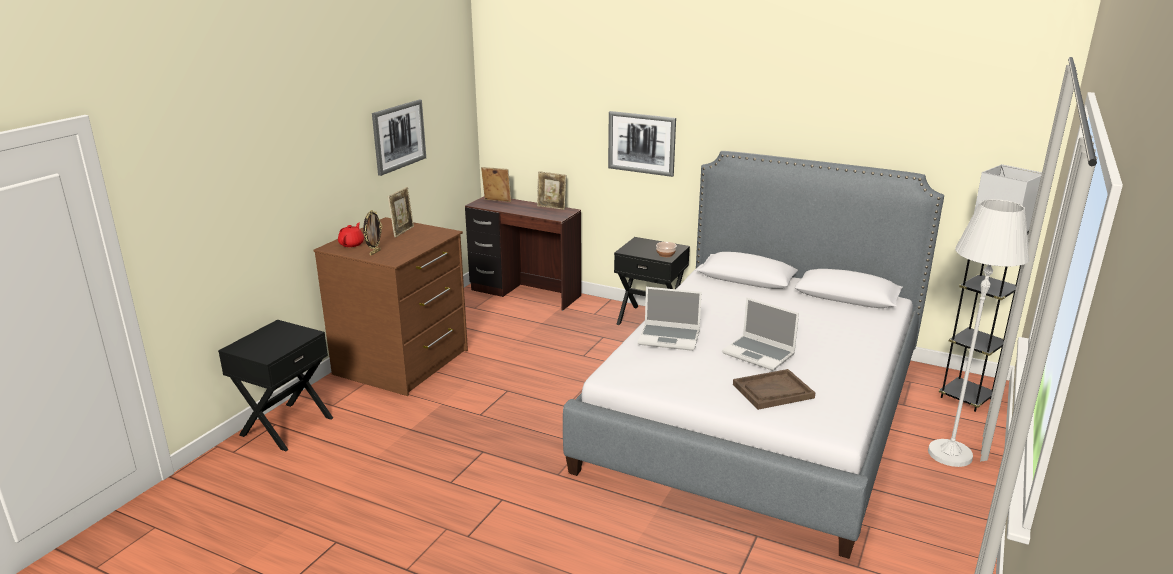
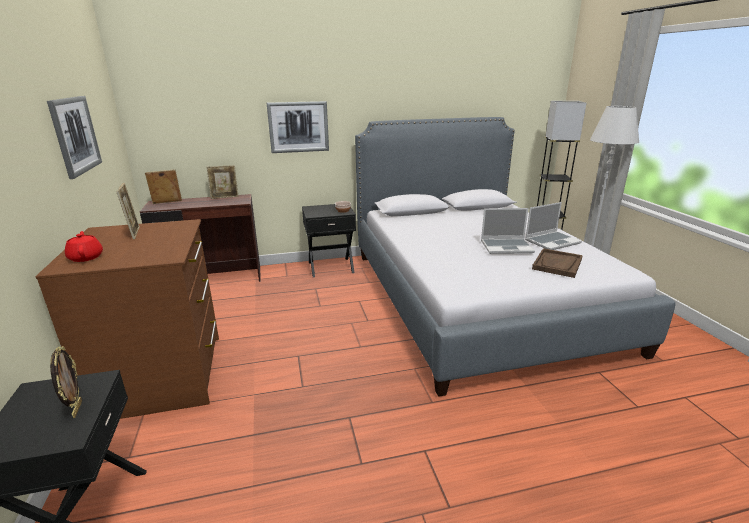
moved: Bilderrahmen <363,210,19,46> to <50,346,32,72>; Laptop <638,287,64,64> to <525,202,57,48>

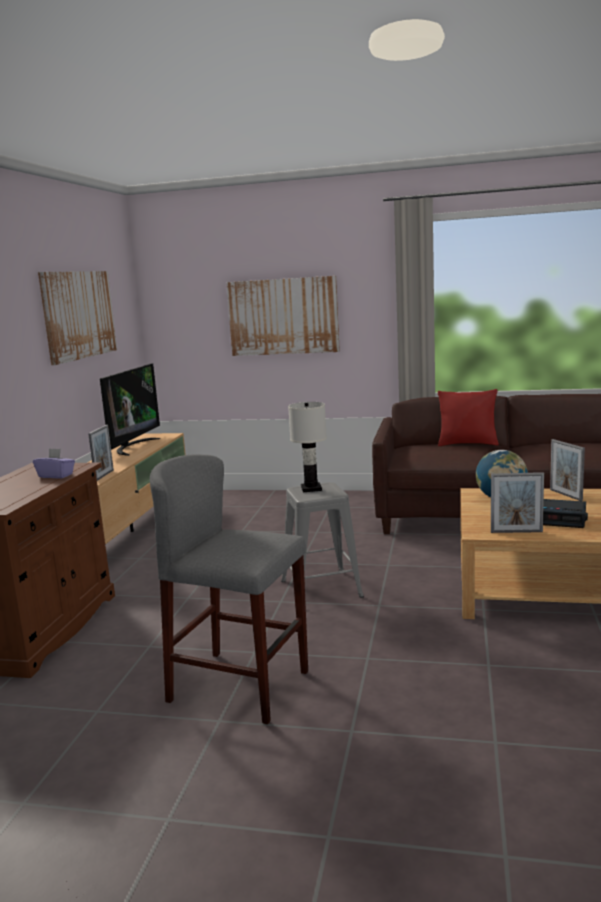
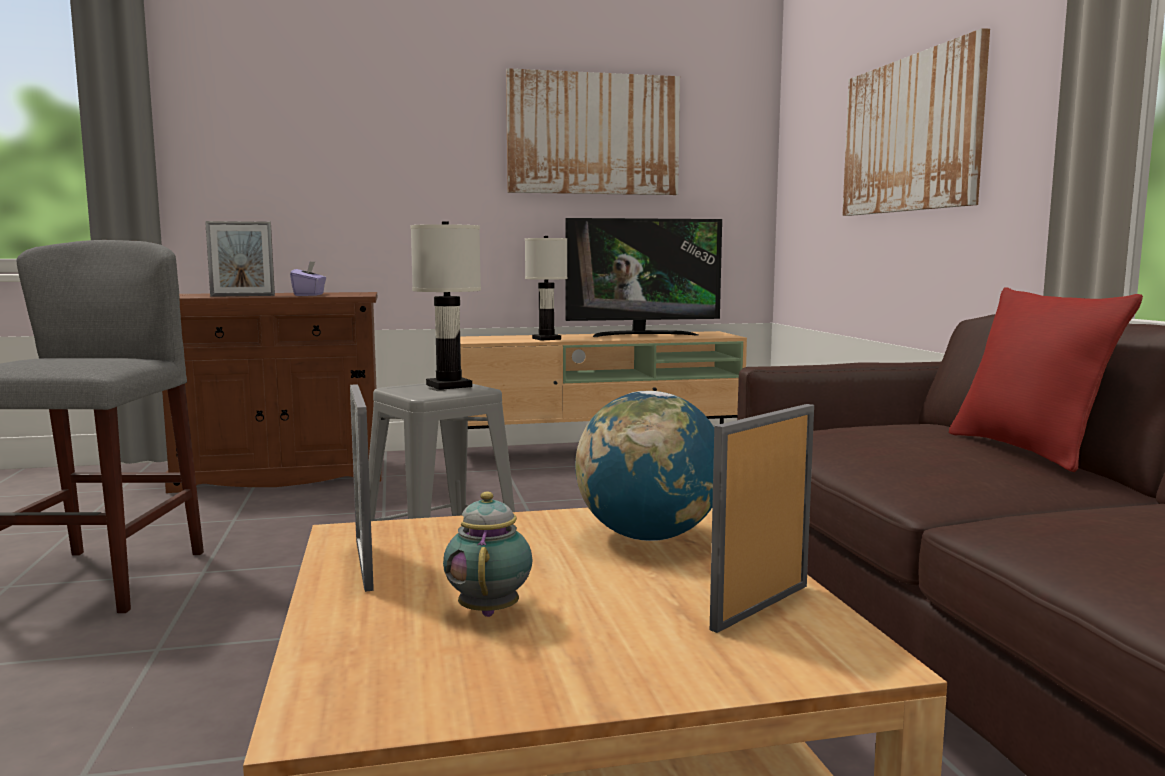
added: Tischlampe/weiß <525,236,43,105>
moved: Bilderrahmen <88,425,26,56> to <205,221,70,76>
replaced: Wecker <543,499,45,29> to Teekanne <443,491,90,126>

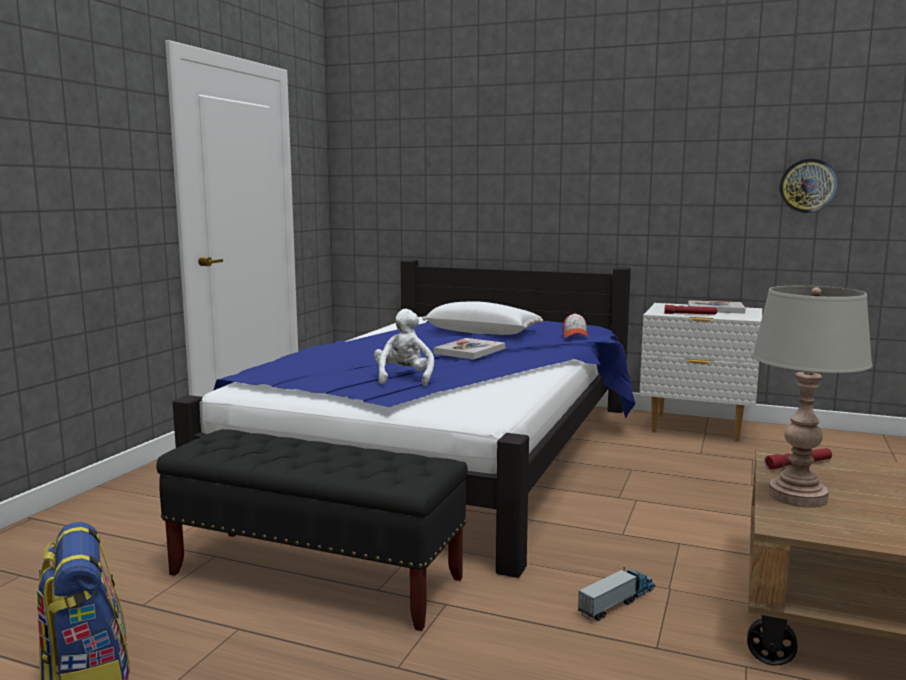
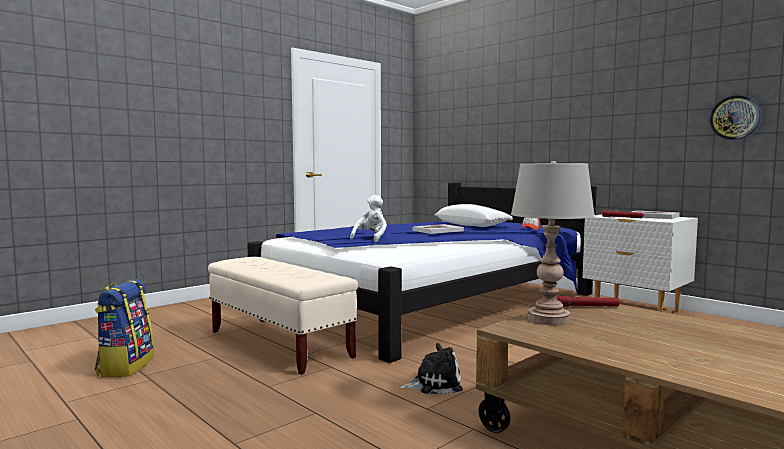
replaced: Spielzeuglaster <578,567,78,54> to Plüschtier <399,343,64,52>
recoloured: Bank/schwarz <156,429,312,202> to Bank/beige <208,257,150,118>

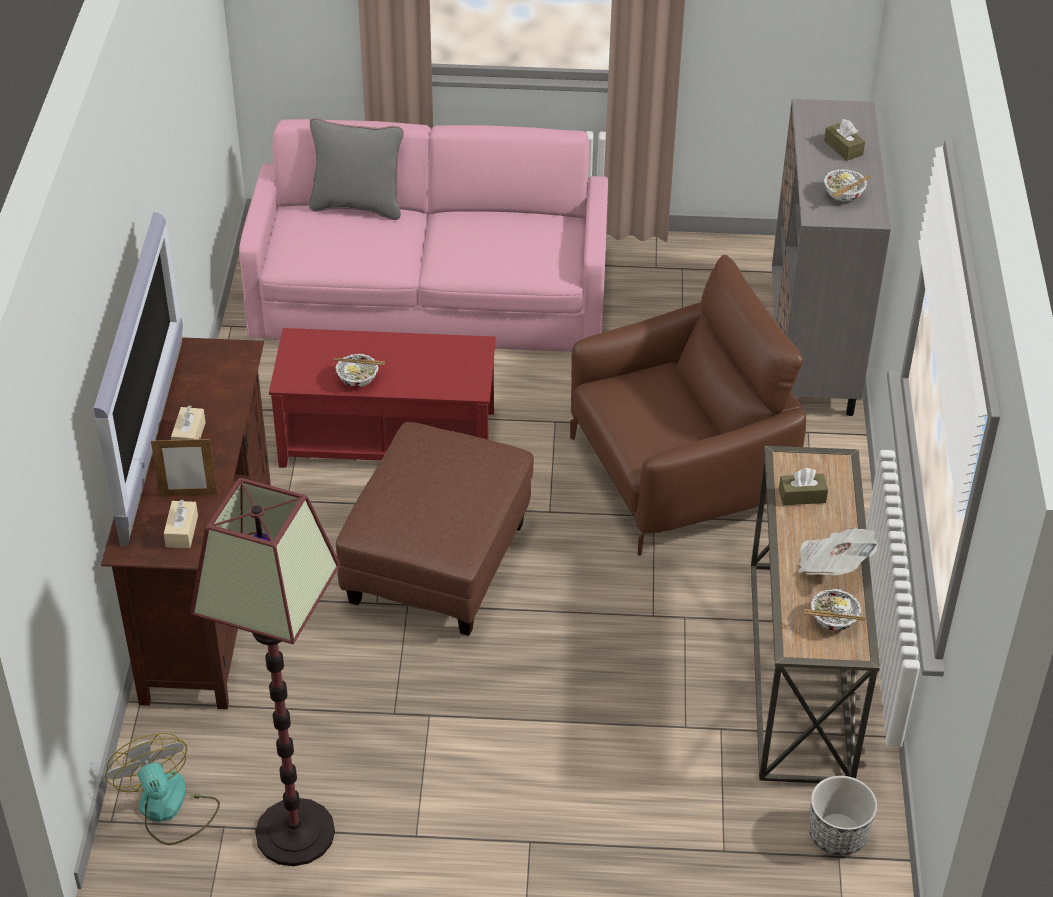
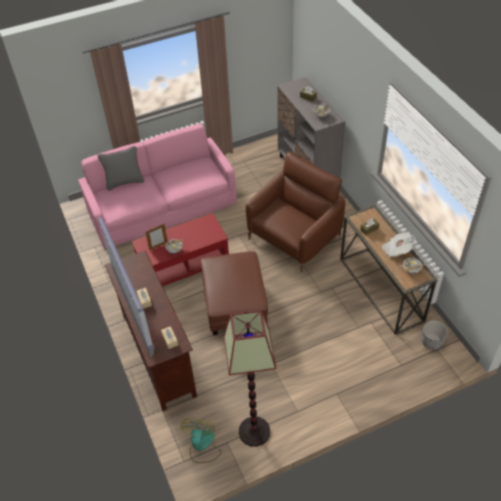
moved: Bilderrahmen <151,438,67,59> to <146,224,22,26>
turned: Ventilator <105,733,115,112> = <180,419,41,44> 60 degrees clockwise

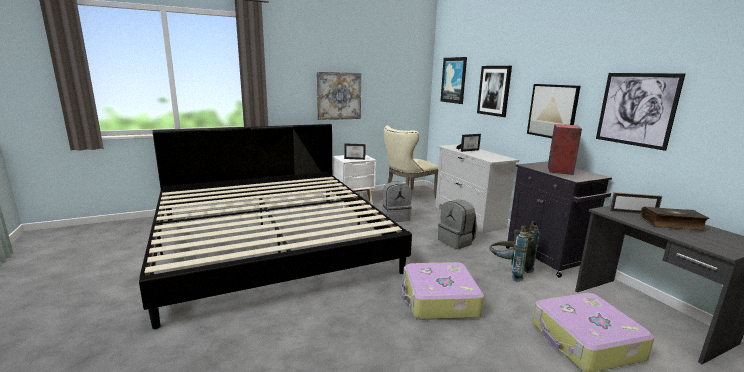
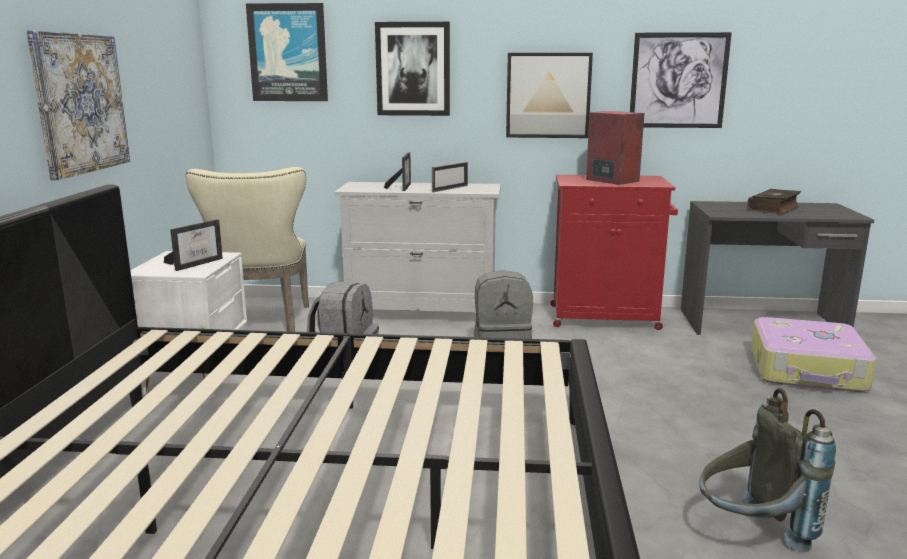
removed: Koffer <401,262,83,58>
moved: Bilderrahmen <610,192,52,22> to <432,162,36,30>; Rucksack/grau <490,221,50,61> to <699,388,137,164>
recoloured: Schrank/schwarz <506,161,106,117> to Schrank/rot <550,175,128,155>

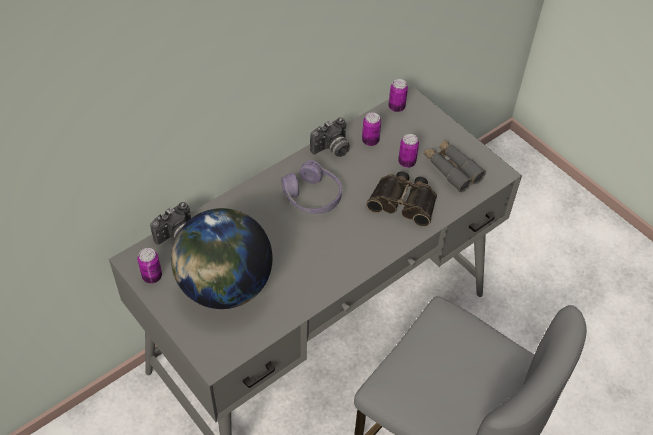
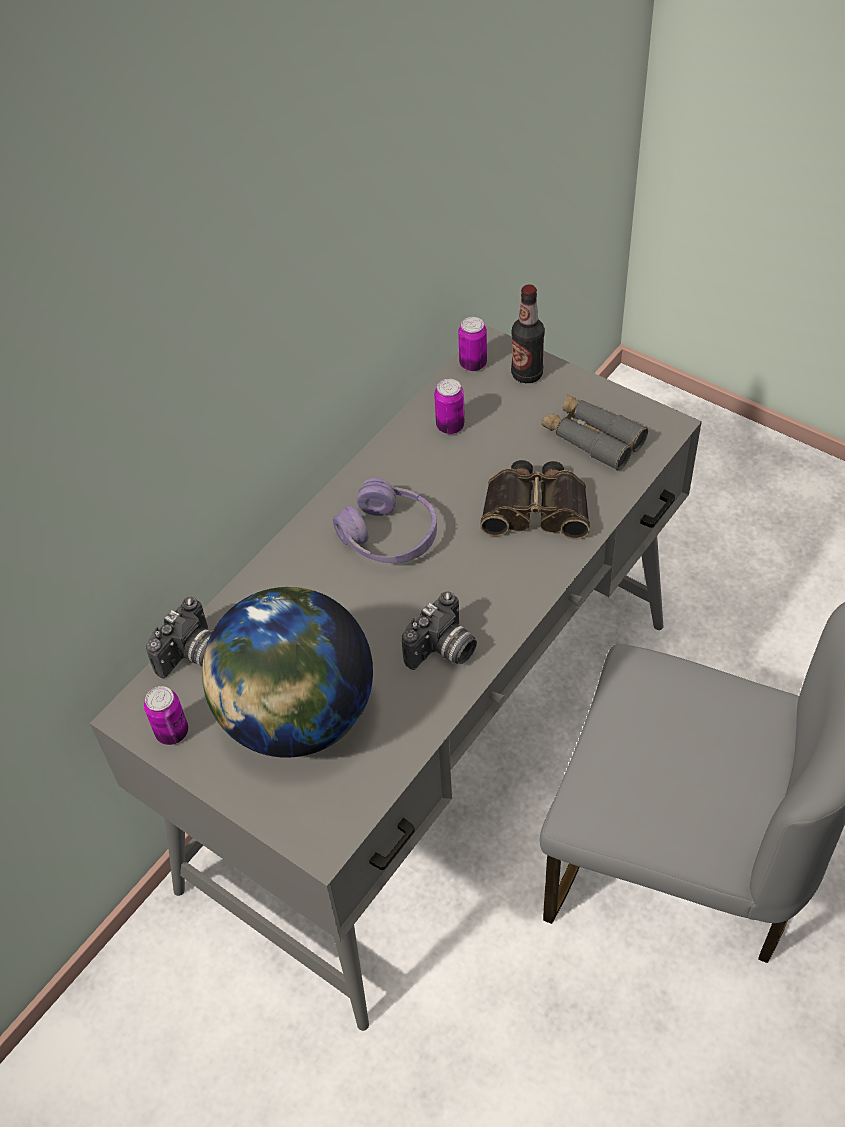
removed: Dose <398,134,21,34>
added: Flasche <511,284,34,99>
moved: Kamera <310,117,40,40> to <402,591,75,79>

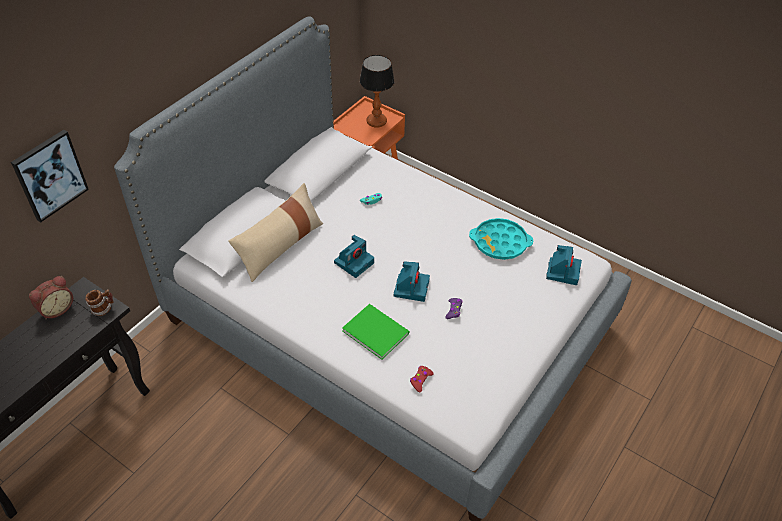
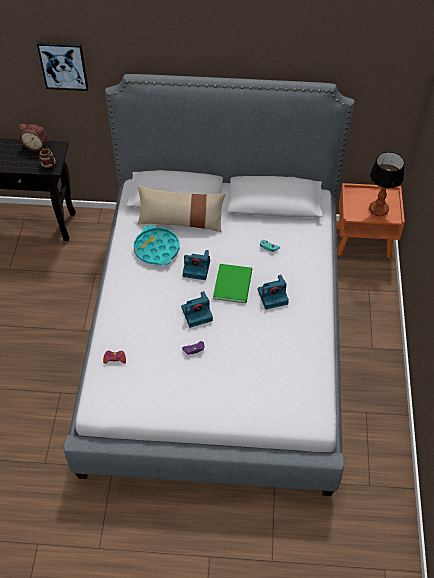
moved: Tablett/türkis <469,218,64,42> to <134,225,46,41>; Kamera <546,245,36,40> to <258,275,31,34>; Buch/grün <342,304,68,56> to <213,264,39,39>

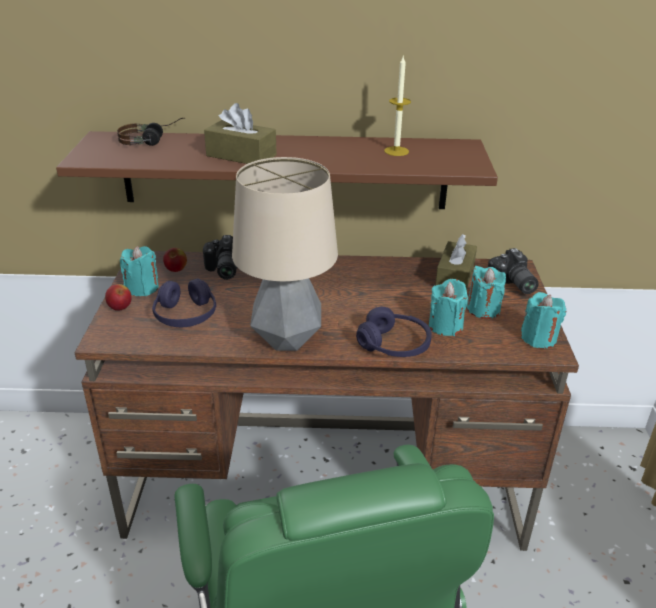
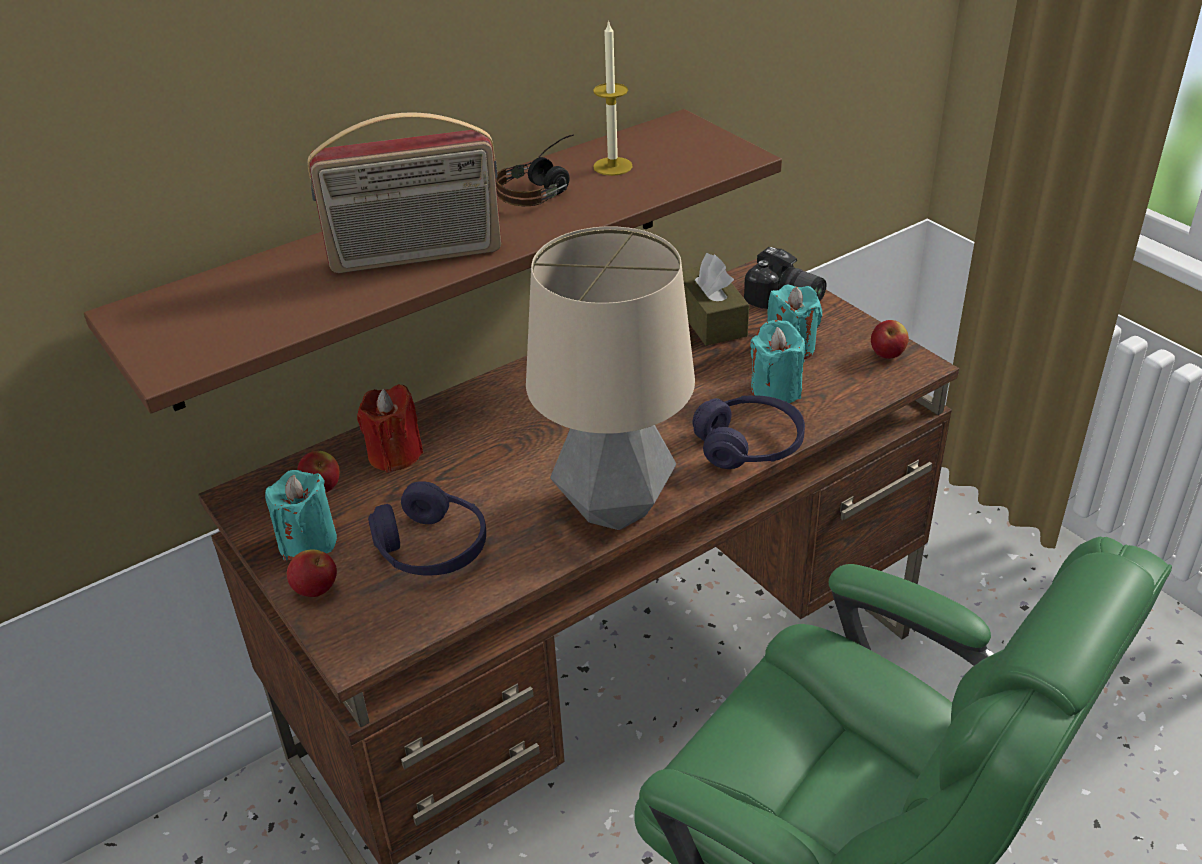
moved: Kopfhörer <117,118,69,28> to <496,135,78,71>
replaced: Taschentuchbox/braun <204,103,73,61> to Radio <307,112,195,161>; Kamera <203,235,34,45> to Kerze/rot <357,384,67,89>; Kerze/türkis <521,292,45,56> to Apfel <871,320,38,39>

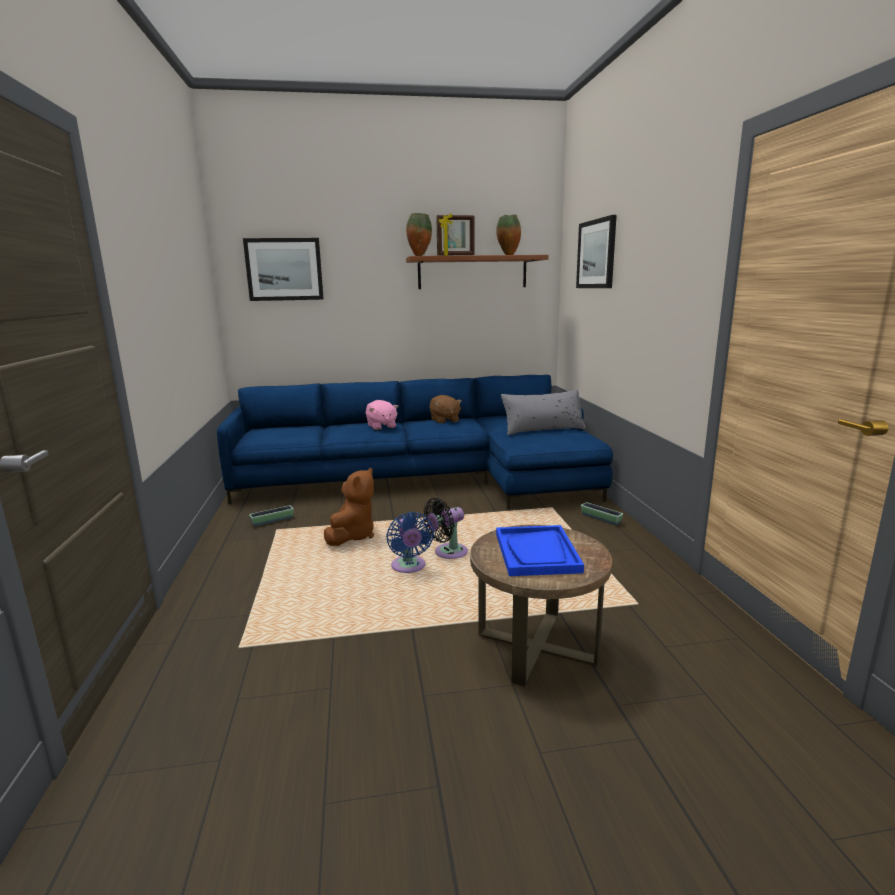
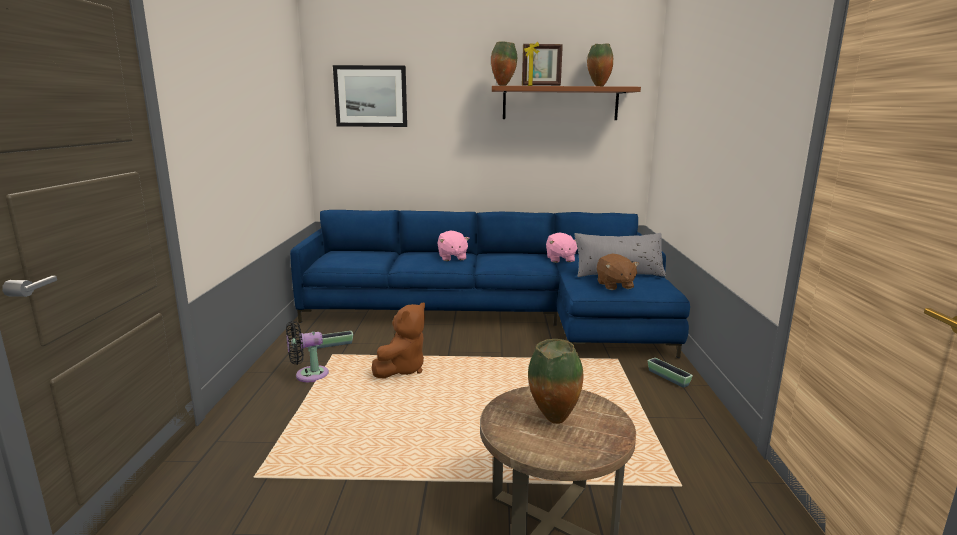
removed: Bild <576,215,41,73>; Ventilator/blau <386,512,48,61>
added: Plüschtier/rosa <546,232,31,31>
moved: Plüschtier/braun <429,395,33,28> to <597,254,42,36>; Ventilator/schwarz <423,498,45,61> to <286,321,43,61>
replaced: Tablett/blau <496,525,88,51> to Vase <528,339,55,85>

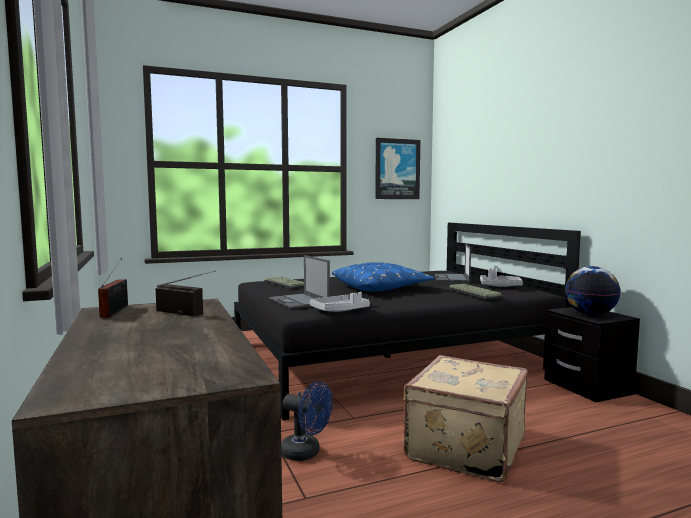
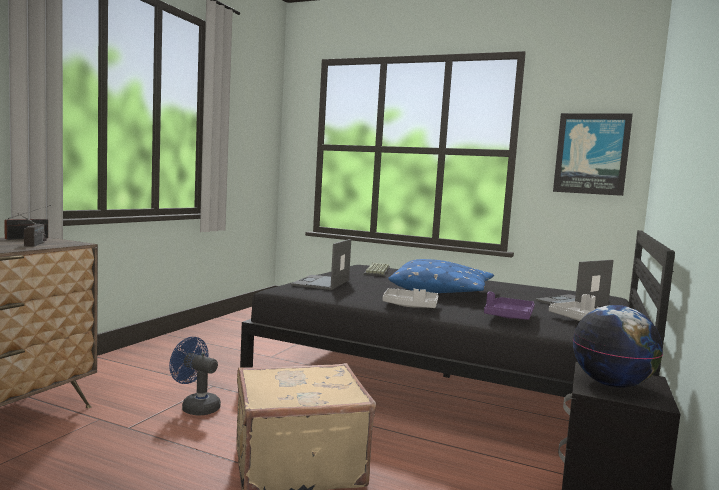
moved: Tablett/grau <310,292,60,20> to <383,288,55,20>
replaced: Tastatur <448,284,56,15> to Tablett/lila <484,292,51,28>
turned: Ventilator/blau <281,381,51,80> = <169,337,52,79> 135 degrees clockwise

